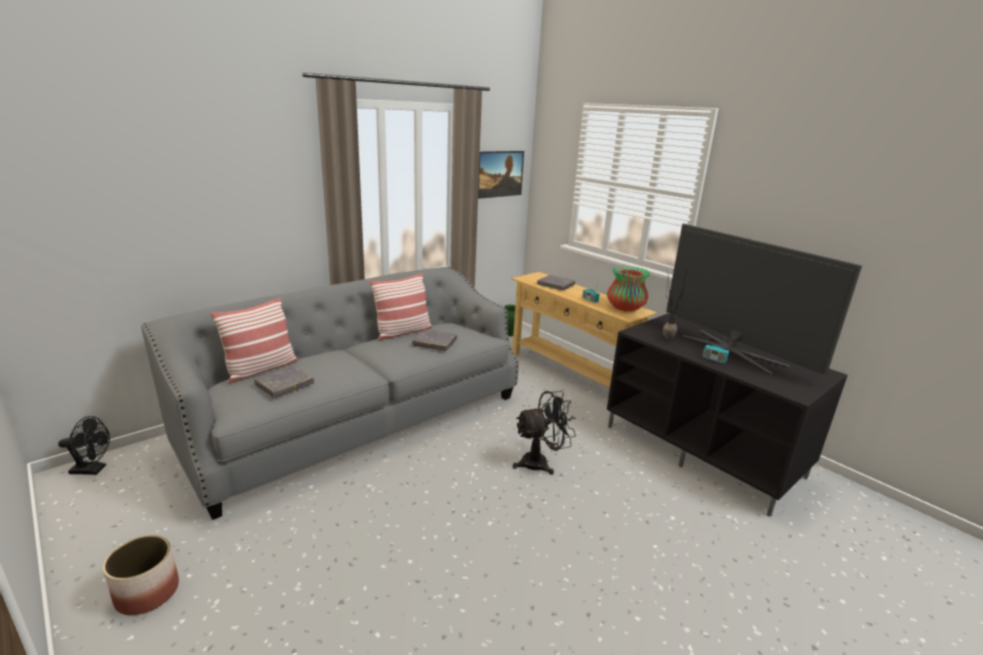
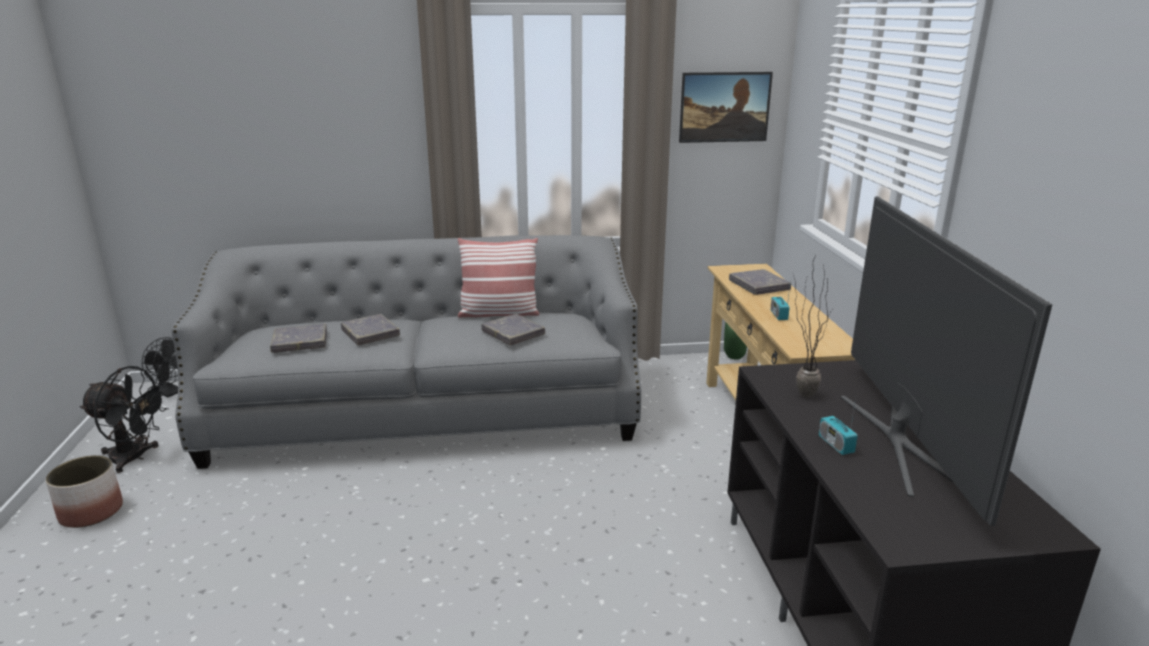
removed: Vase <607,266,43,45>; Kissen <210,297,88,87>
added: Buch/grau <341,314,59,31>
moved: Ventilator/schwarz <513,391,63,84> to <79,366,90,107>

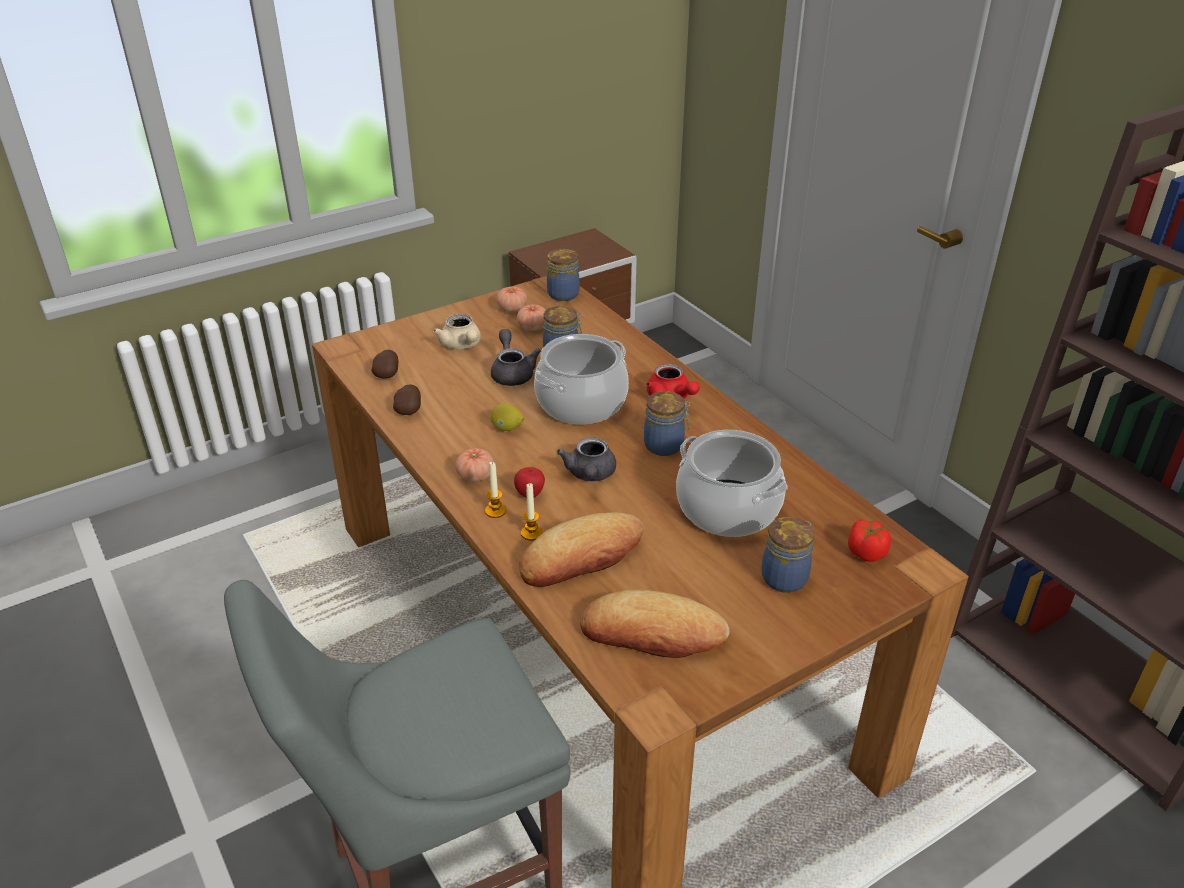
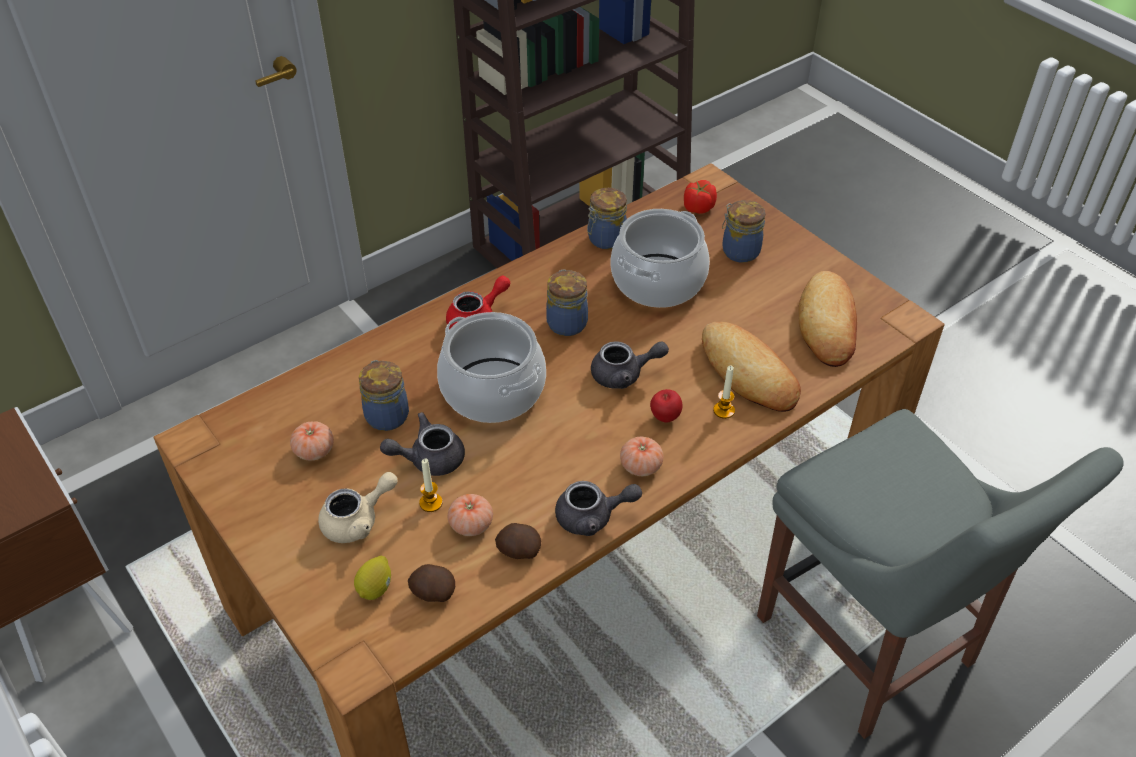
added: Teekanne/grau <555,481,87,55>
moved: Vorratsglas <547,249,33,52> to <587,188,40,62>; Tomate <496,286,31,26> to <448,494,45,42>; Zitrone <490,403,34,28> to <354,556,37,44>; Kerze <485,462,21,56> to <419,459,24,53>

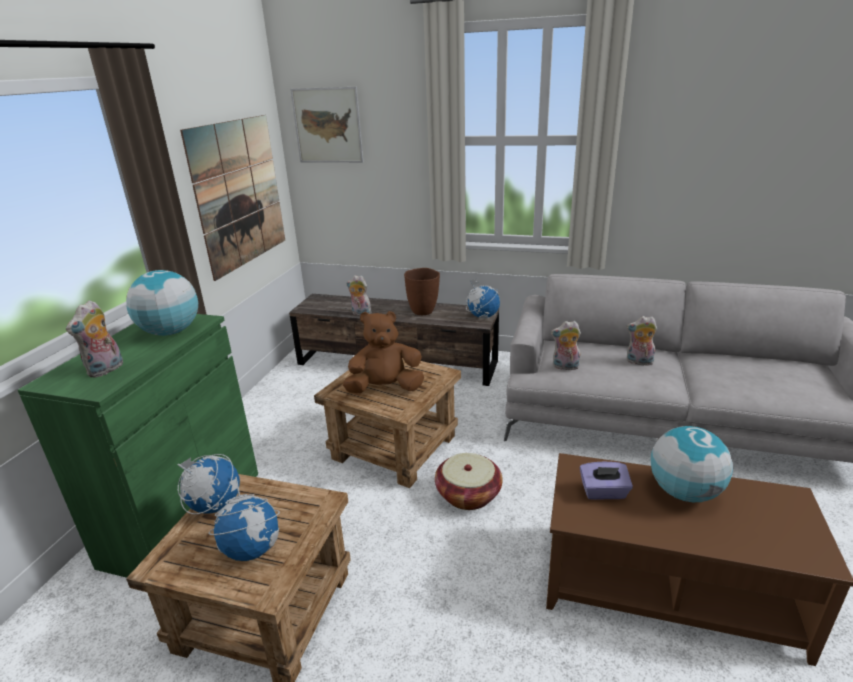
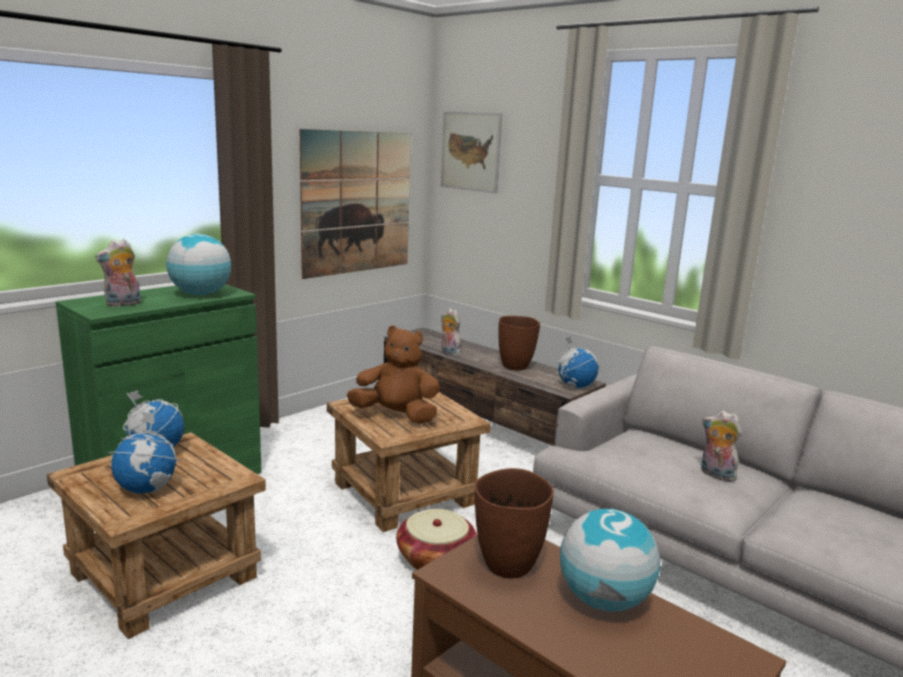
removed: Plüschtier <551,321,30,49>
replaced: Taschentuchbox/lila <580,462,53,38> to Vase/braun <475,468,79,111>

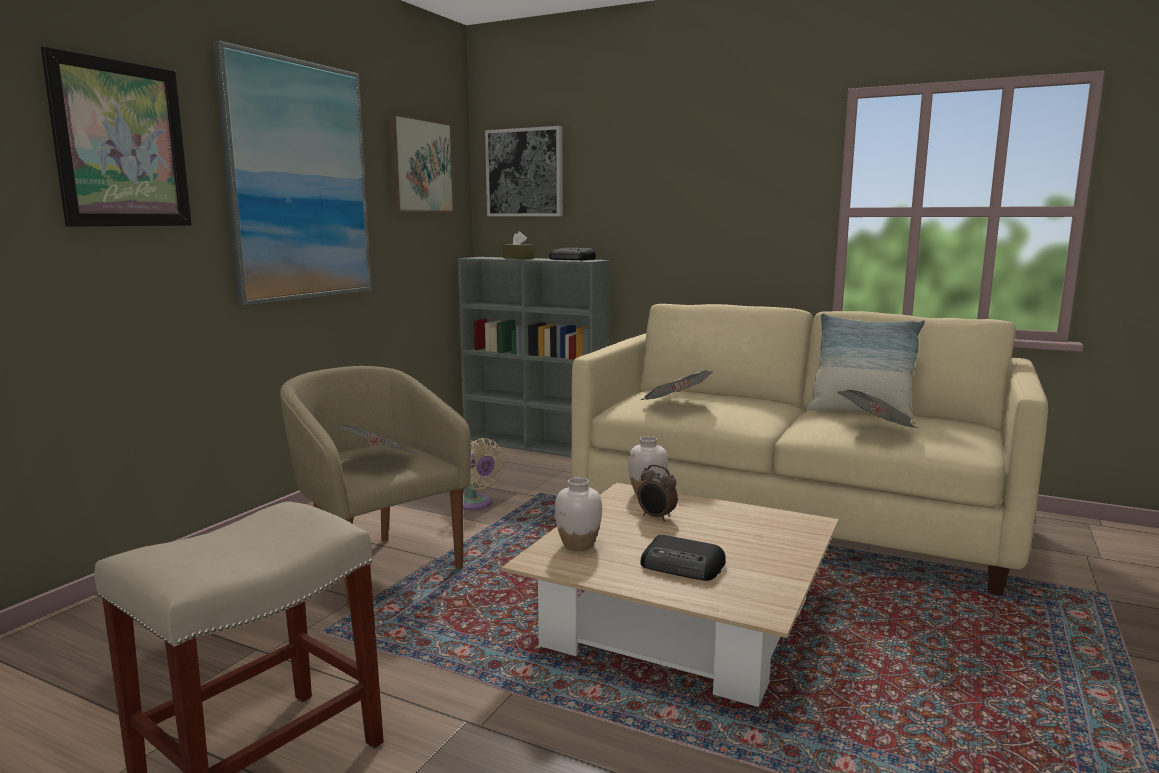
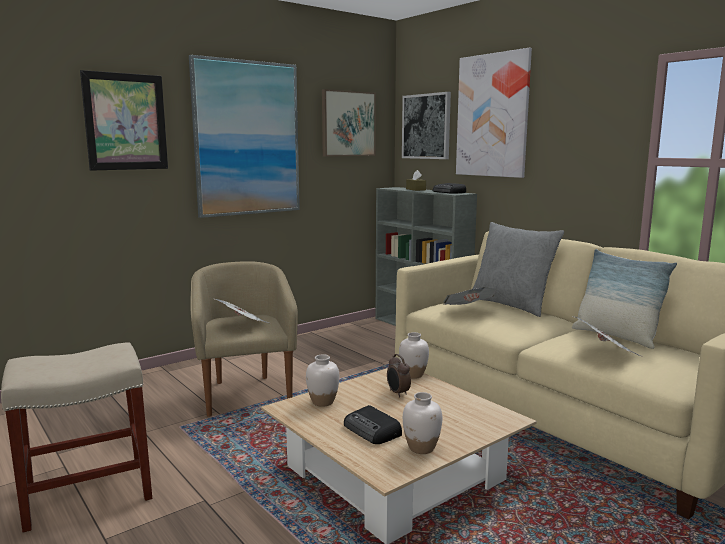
removed: Ventilator/beige <463,438,41,72>
added: Bild <456,48,76,130>; Kissen/grau <473,222,91,95>; Vase/weiß <403,392,39,62>

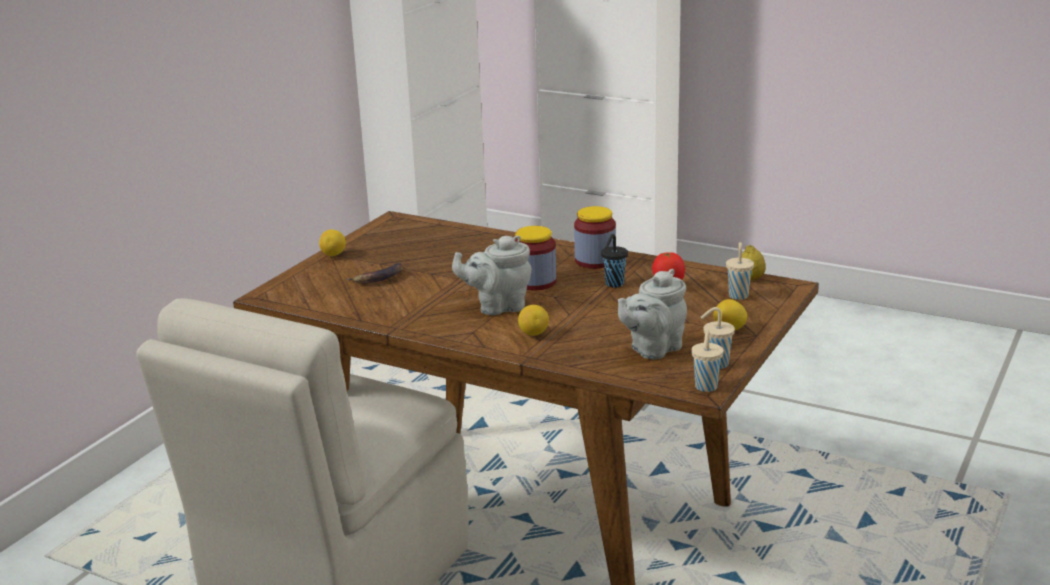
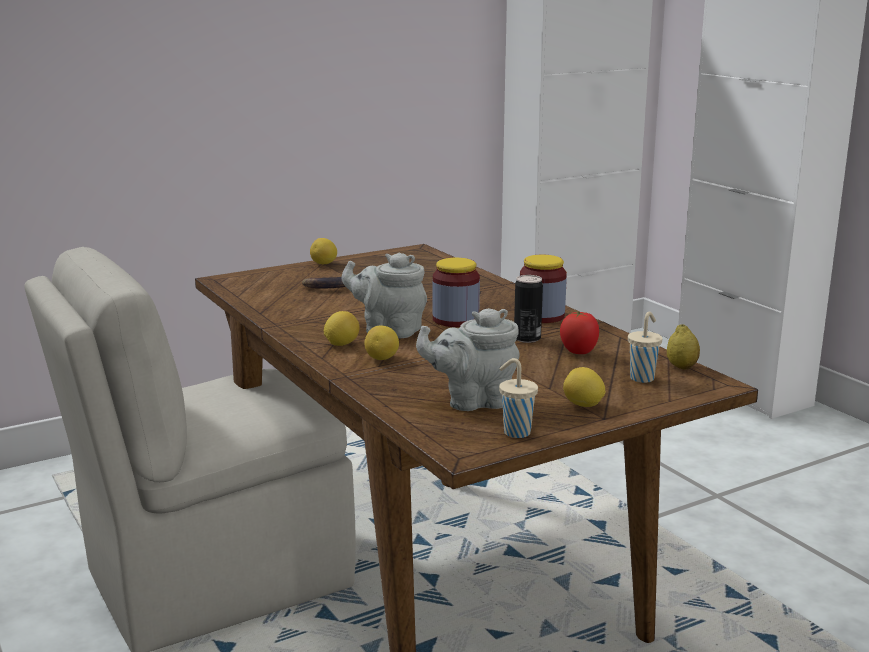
removed: Tasse/beige <691,330,33,62>
added: Zitrone <324,311,35,35>
replaced: Tasse/schwarz <601,234,27,53> to Dose <514,275,29,68>

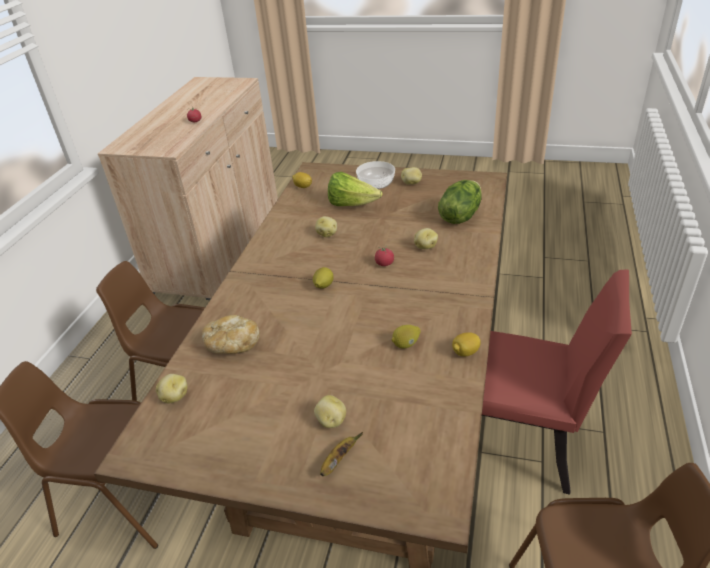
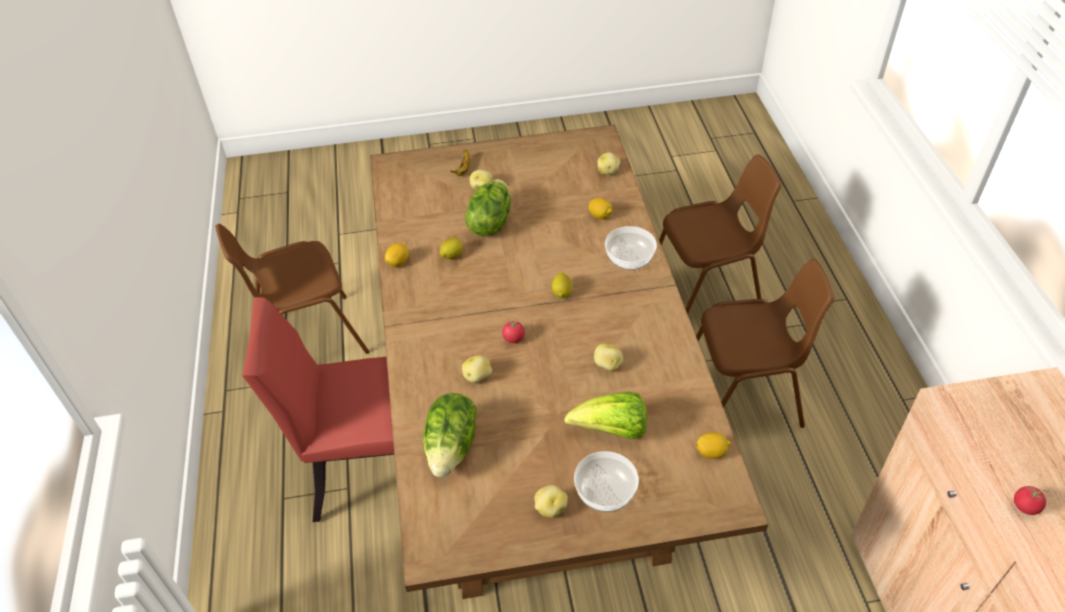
added: Salatkopf <465,179,46,57>; Schüssel <605,226,52,44>
replaced: Brot <202,315,58,39> to Zitrone <589,198,23,21>

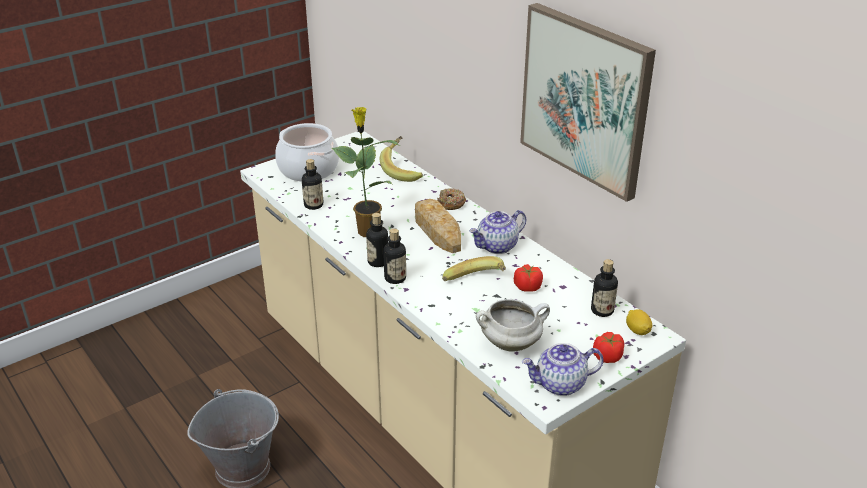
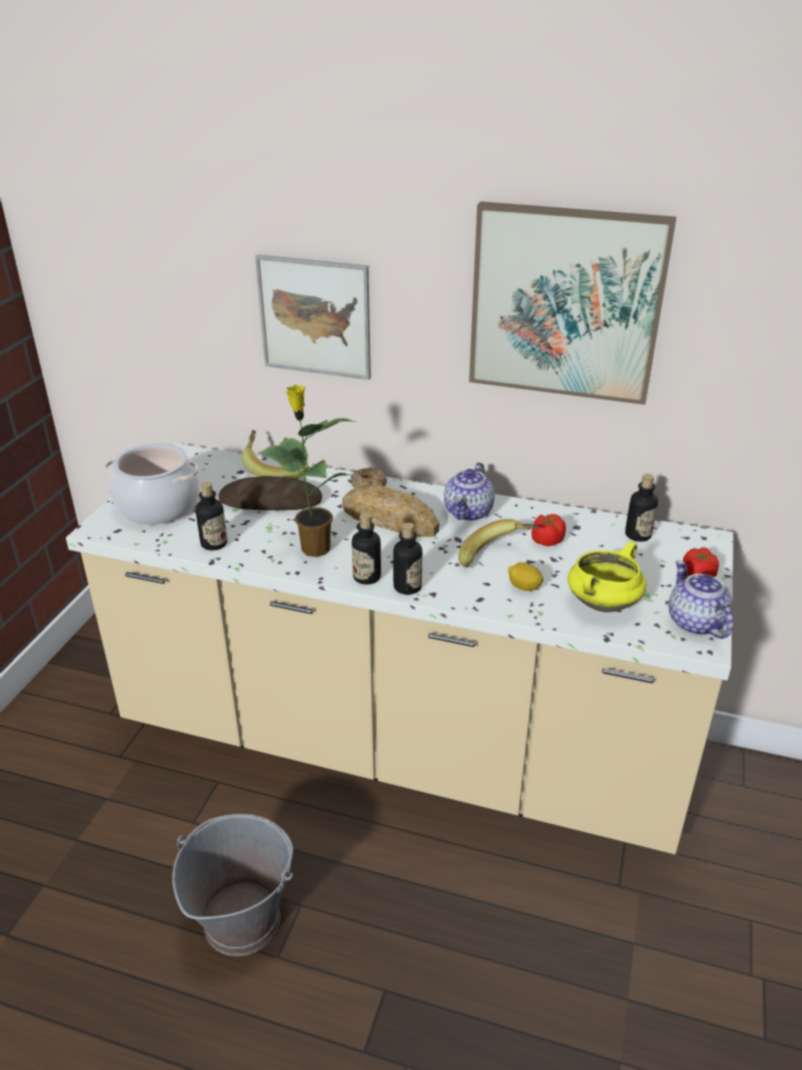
added: Bild <255,255,116,125>; Brot <219,476,103,34>
moved: Zitrone <626,309,26,26> to <508,562,35,29>
recoloured: Kochtopf/weiß <476,299,74,53> to Kochtopf/gelb <568,541,78,71>
turned: Teekanne <522,343,82,53> = <669,560,65,79> 120 degrees clockwise

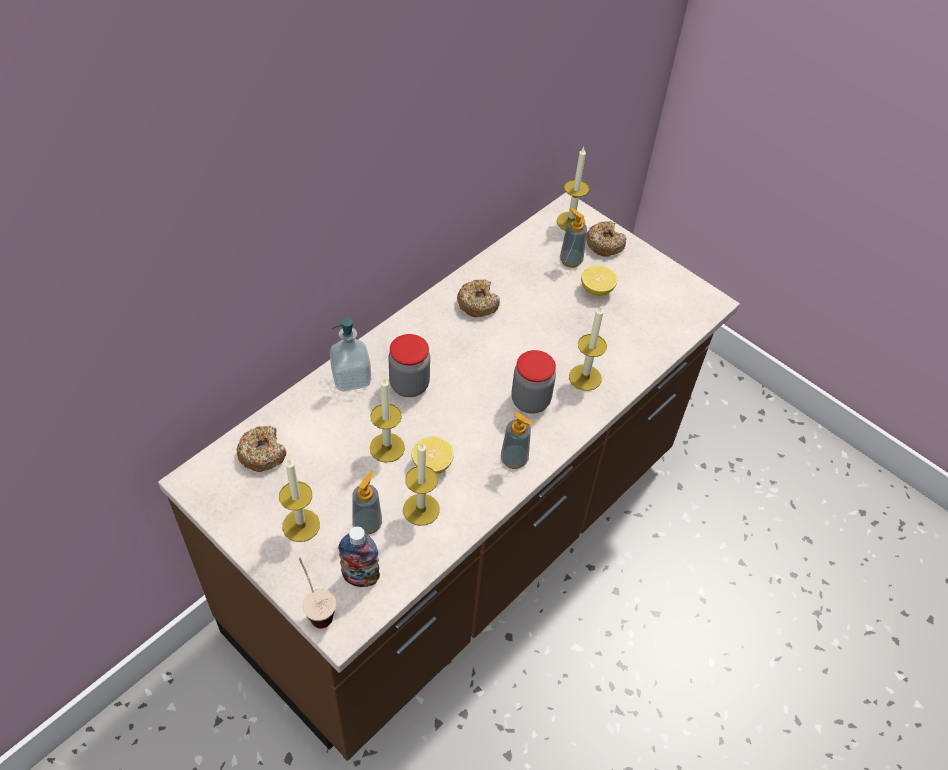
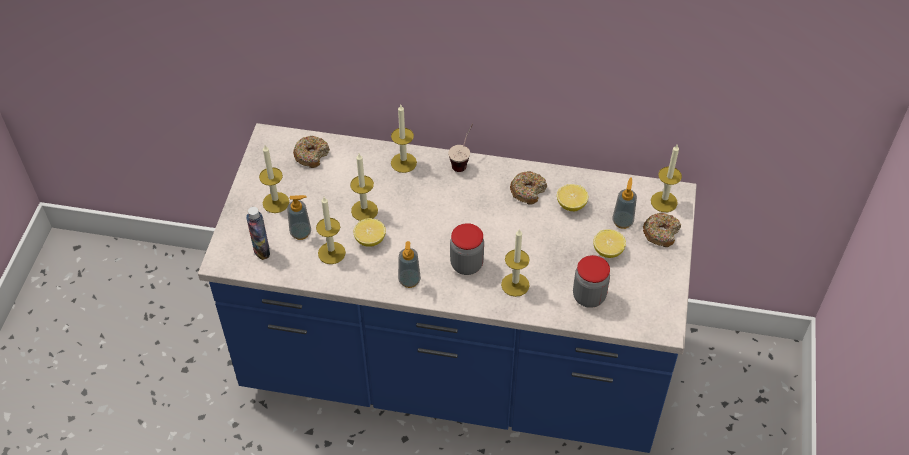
added: Zitrone <557,184,31,28>
moved: Vorratsglas <389,334,41,63> to <573,255,37,53>; Tasse <299,558,37,70> to <448,124,25,48>
replaced: Seifenspender <330,318,41,73> to Kerze <391,105,26,68>
recoloured: Küchenzeile/braun <158,192,582,569> to Küchenzeile/blau <198,123,499,330>

